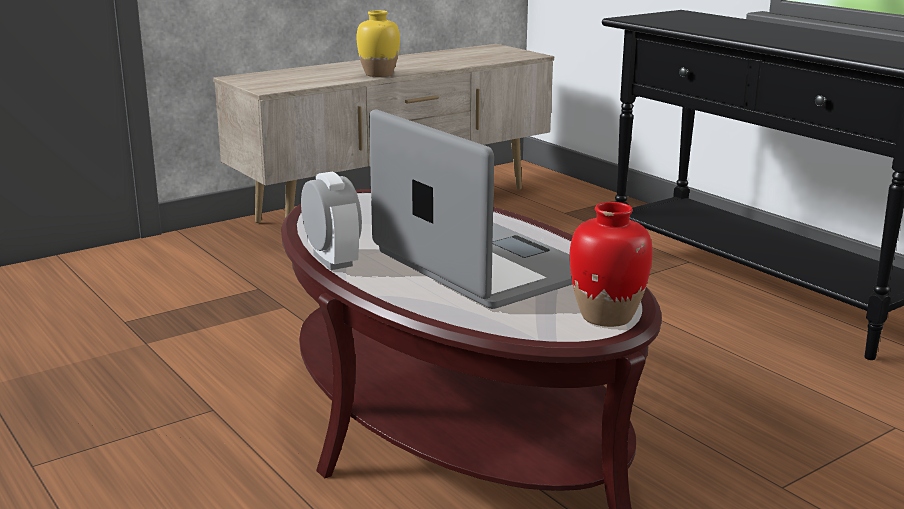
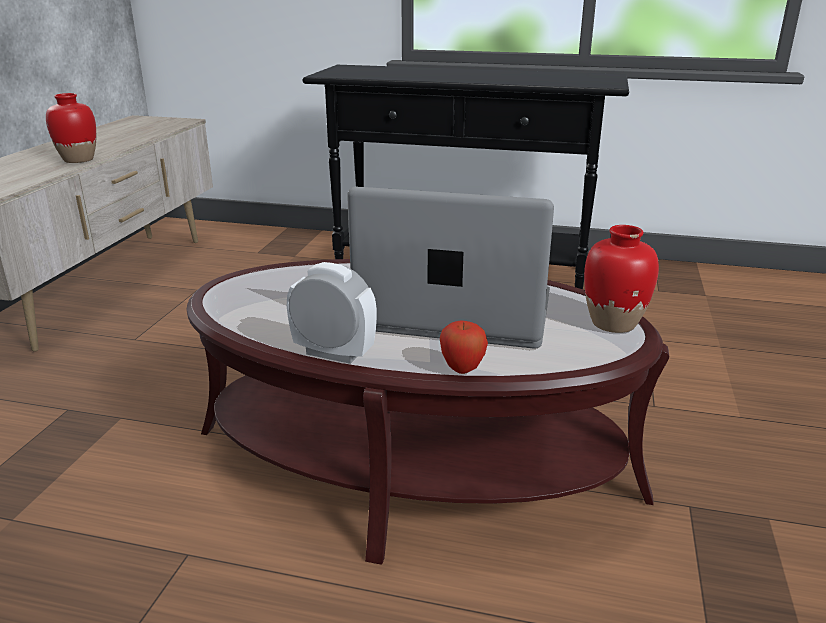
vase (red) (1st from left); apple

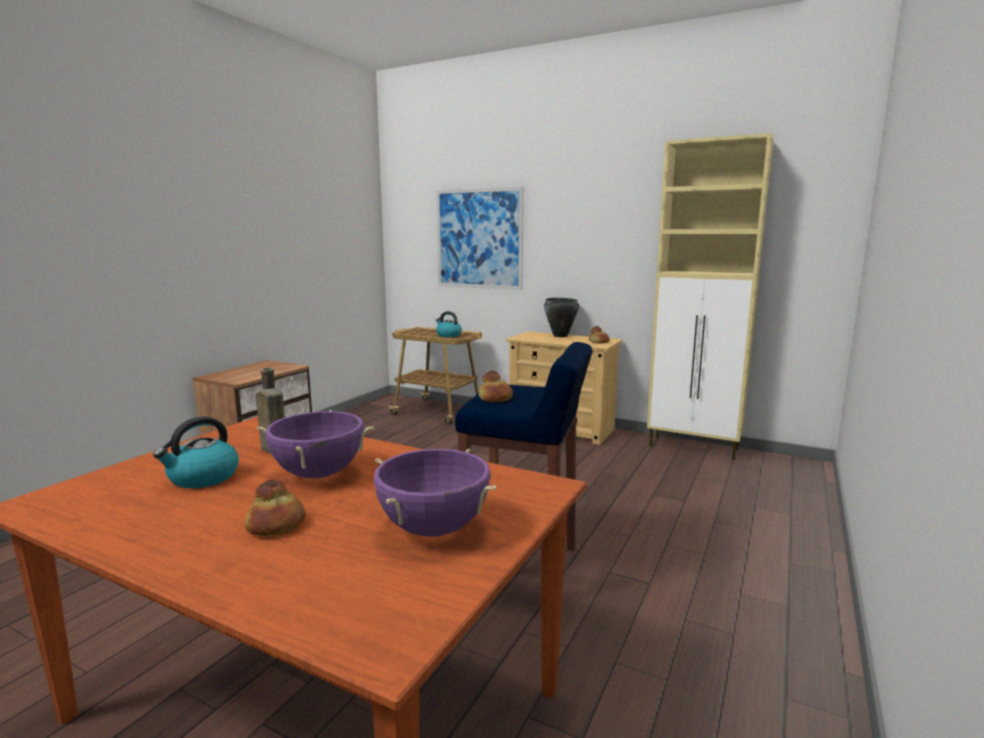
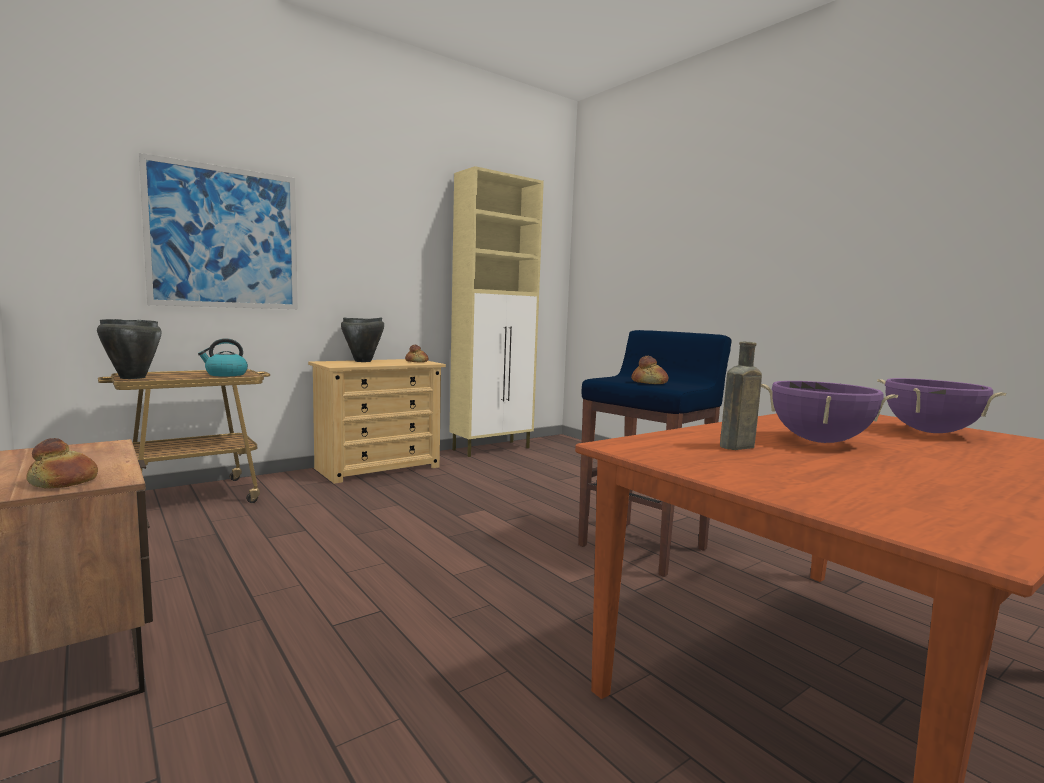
kettle (1st from left in the first image); bread (1st from left); cooking pot (black) (1st from left)

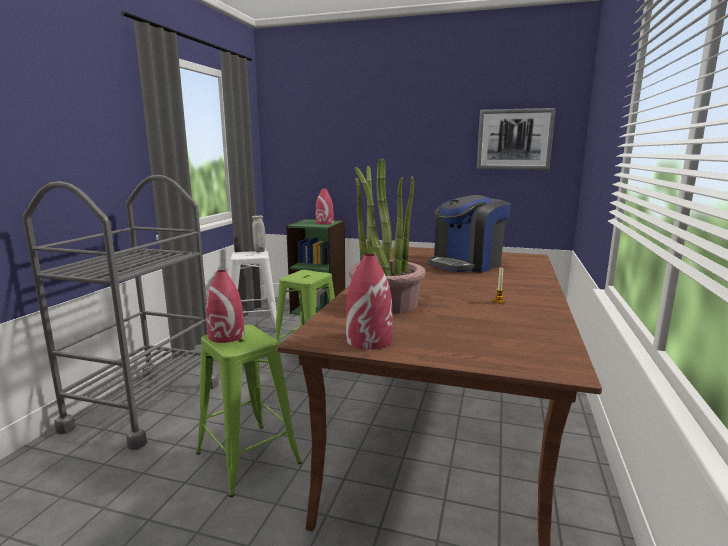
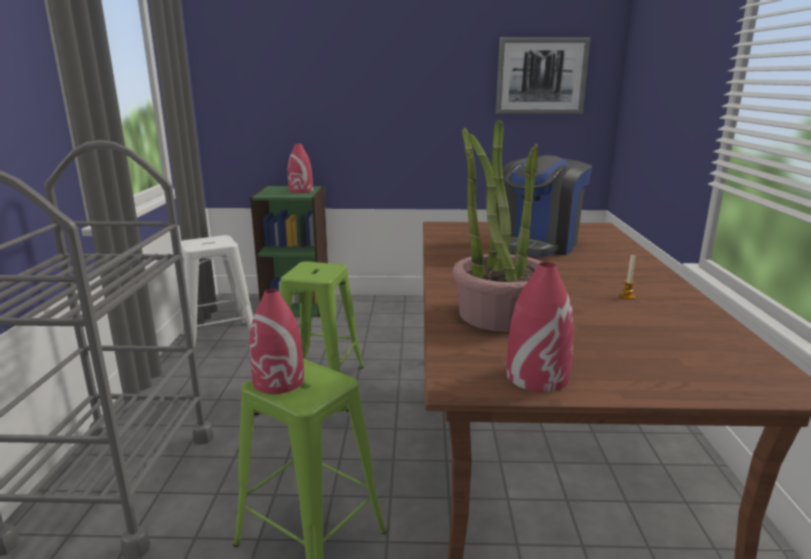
vase (beige)

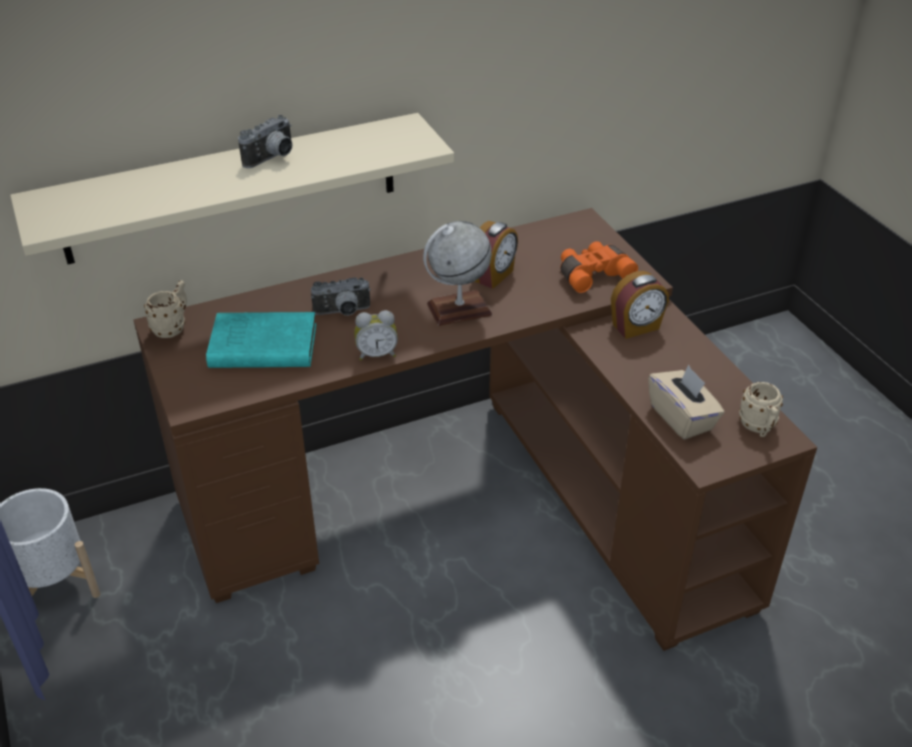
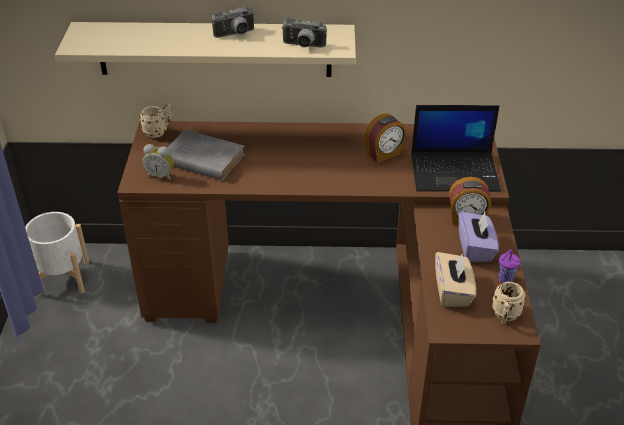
book (grey); photo camera (2nd from left); alarm clock (1st from left); globe; laptop; tissue box (purple); cup (purple)

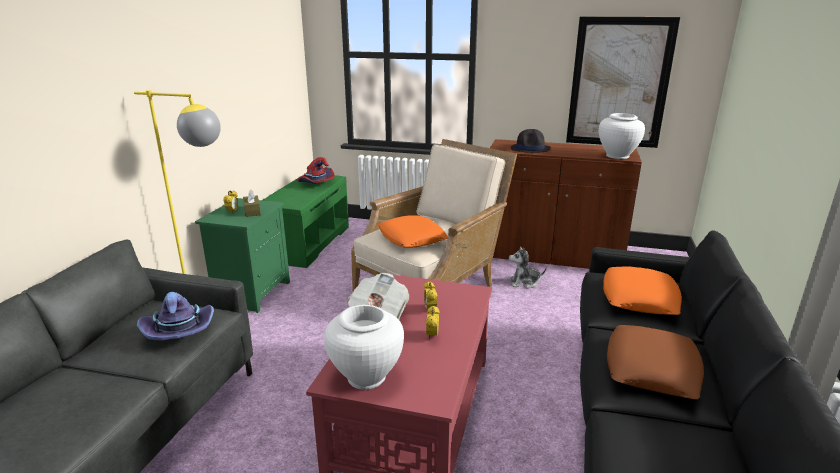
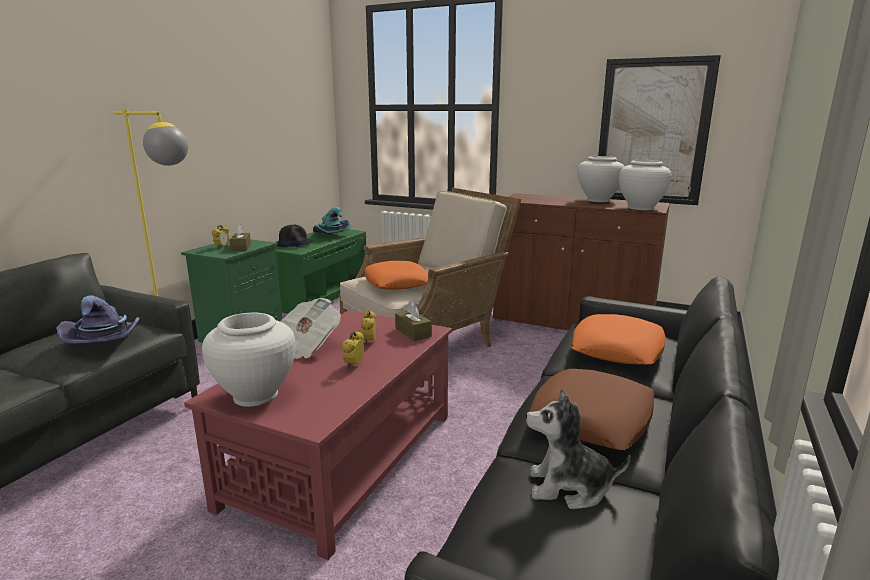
hat (turquoise); plush toy; hat (black); tissue box (brown) (2nd from left); vase (white) (2nd from left)

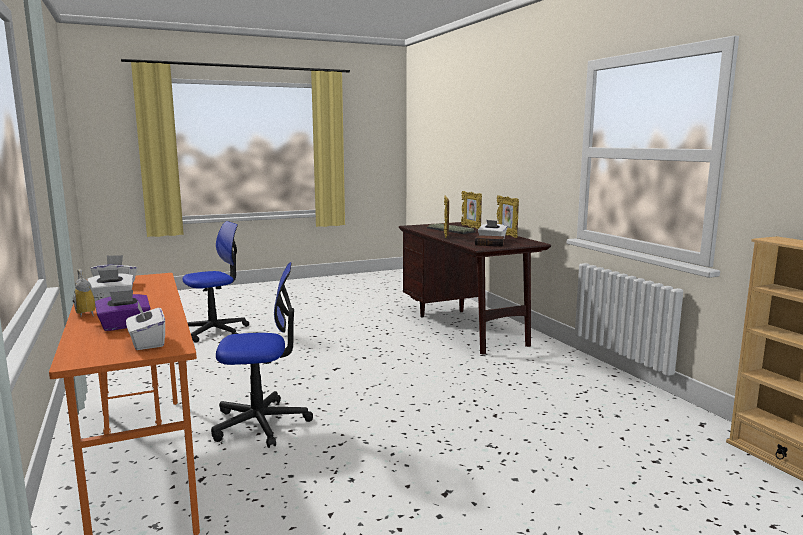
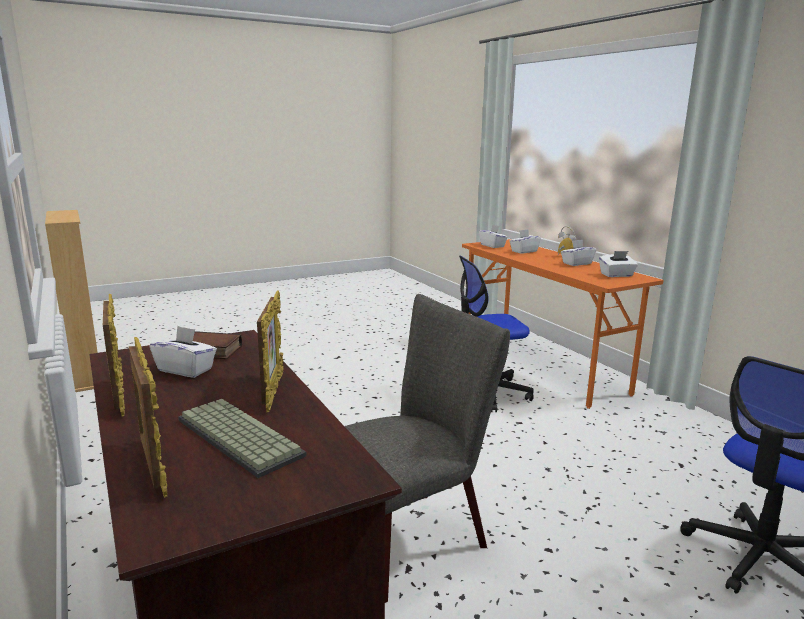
tissue box (white) (3rd from left); chair (grey)

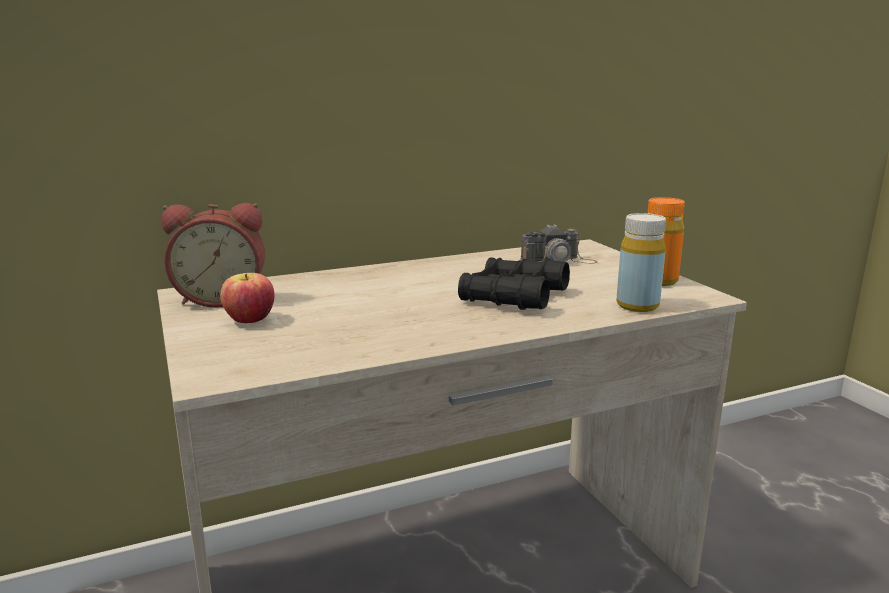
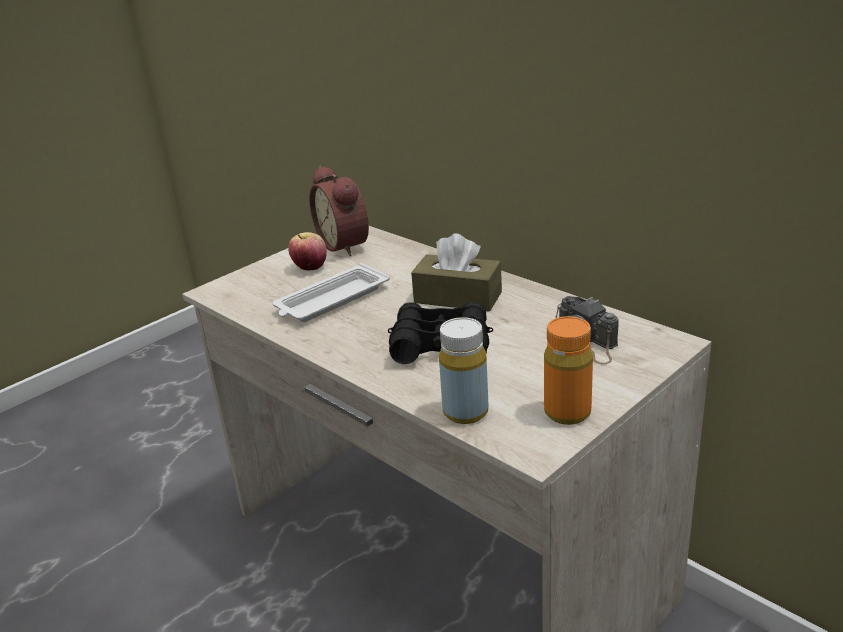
tray (white); tissue box (brown)

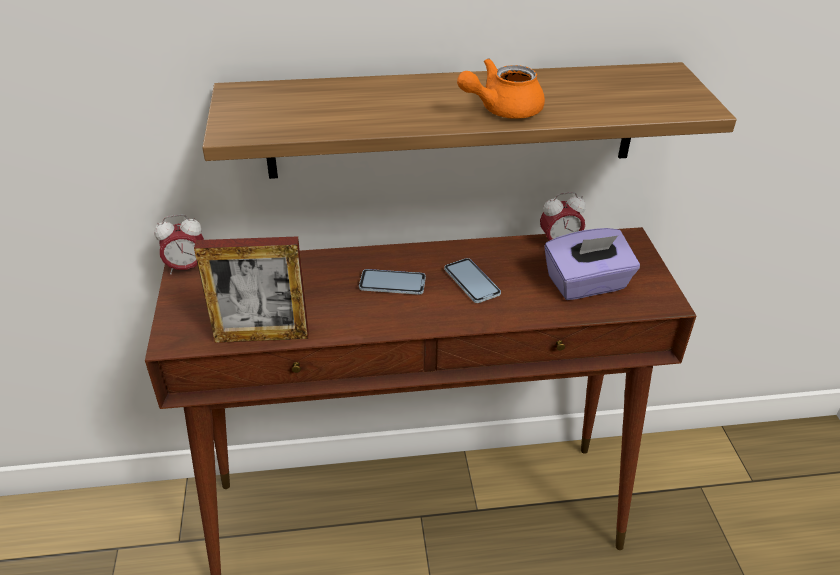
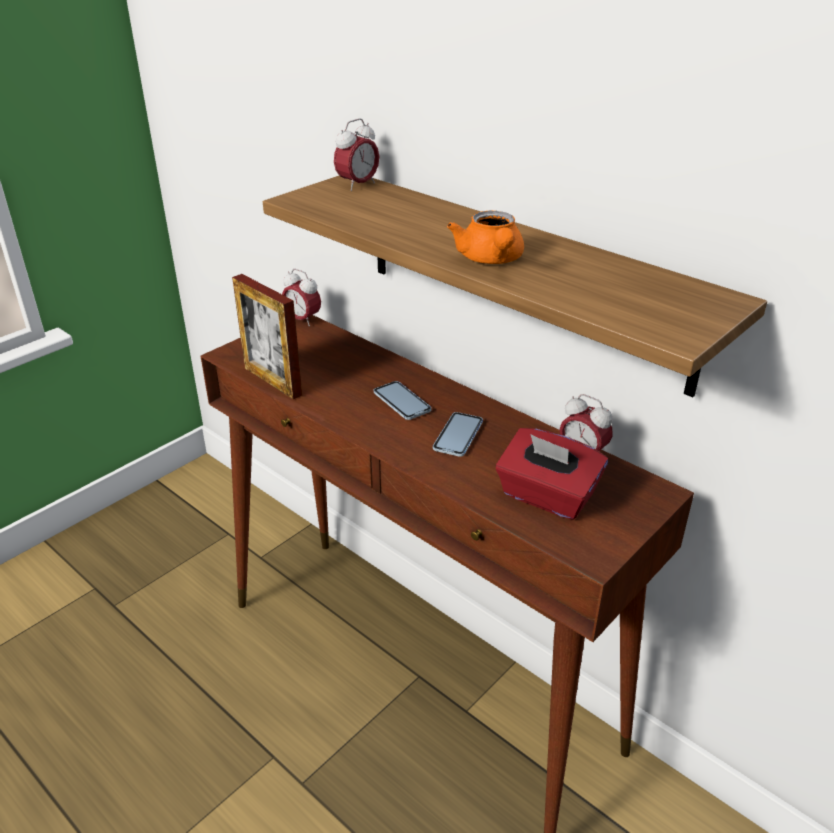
teapot (orange); tissue box (red); alarm clock (2nd from left)

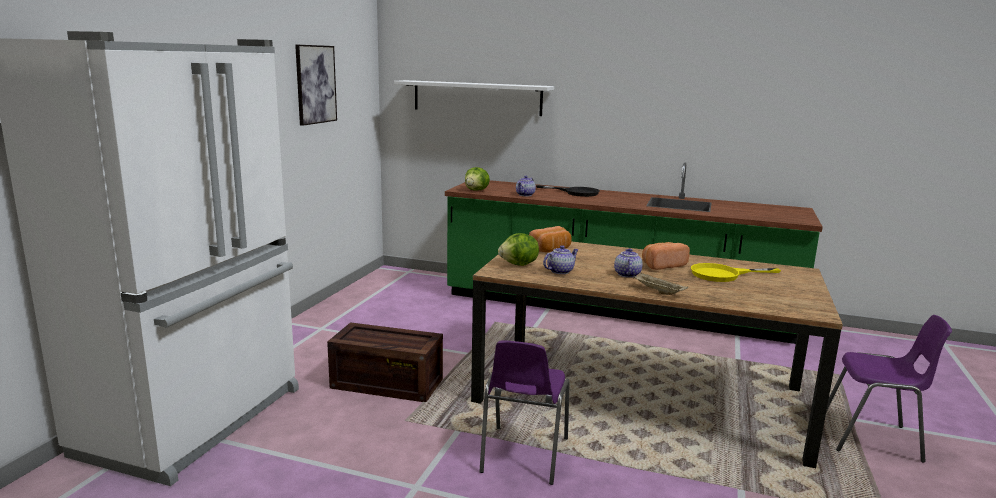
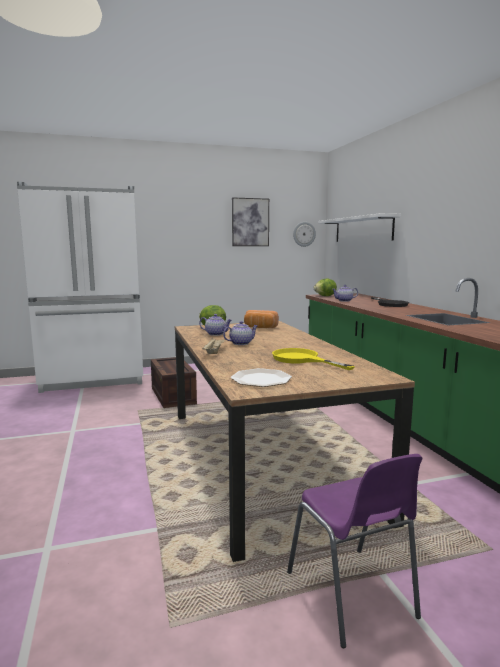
chair (purple) (1st from left in the first image); bread (2nd from left in the first image); plate; wall clock

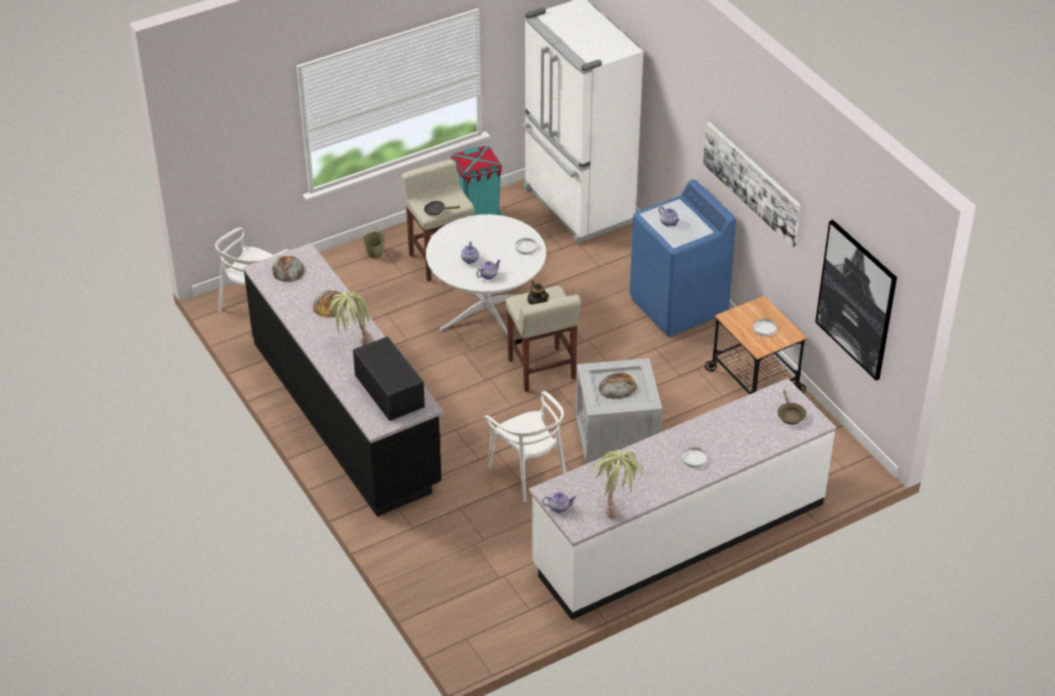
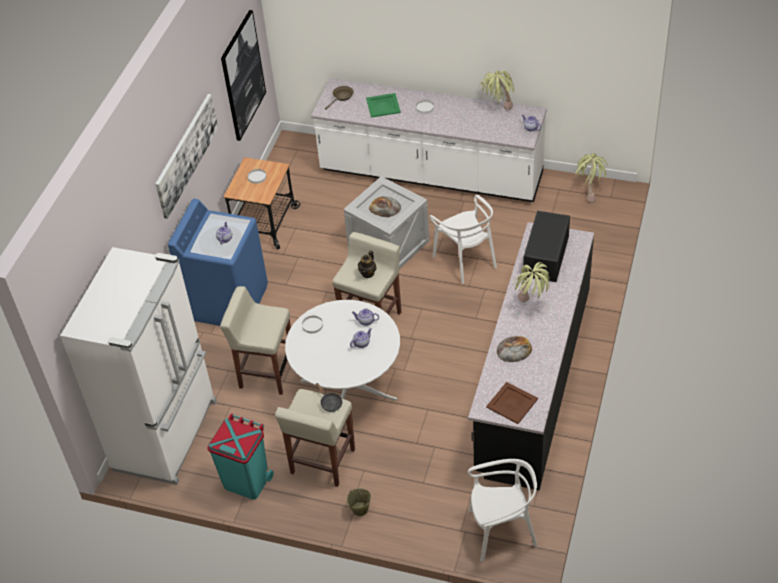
tray (brown); chair (white) (1st from left); stool (beige) (1st from left); tray (green); potted plant (3rd from left)

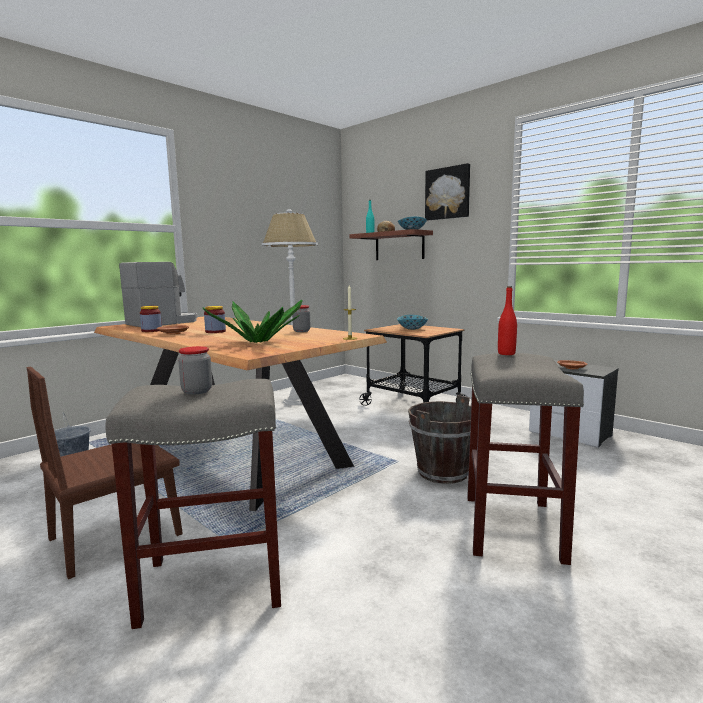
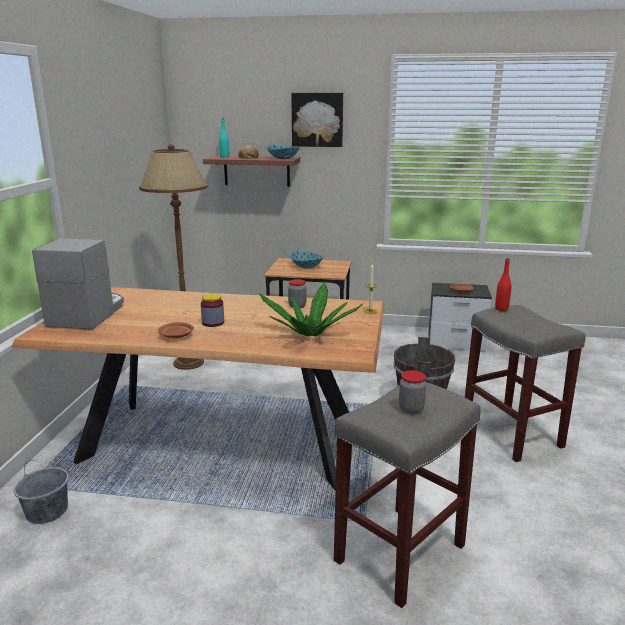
chair (brown); jar (1st from left in the first image); floor lamp (brown)

